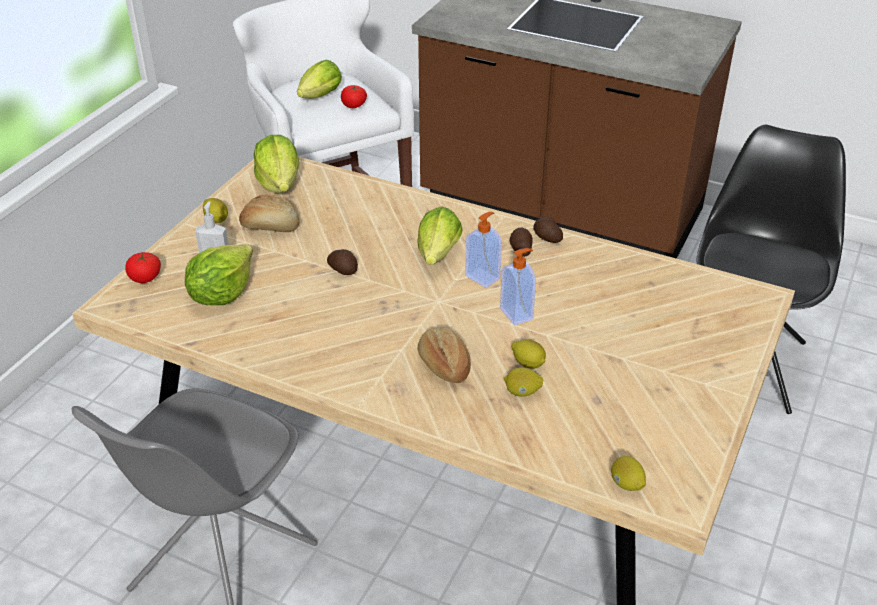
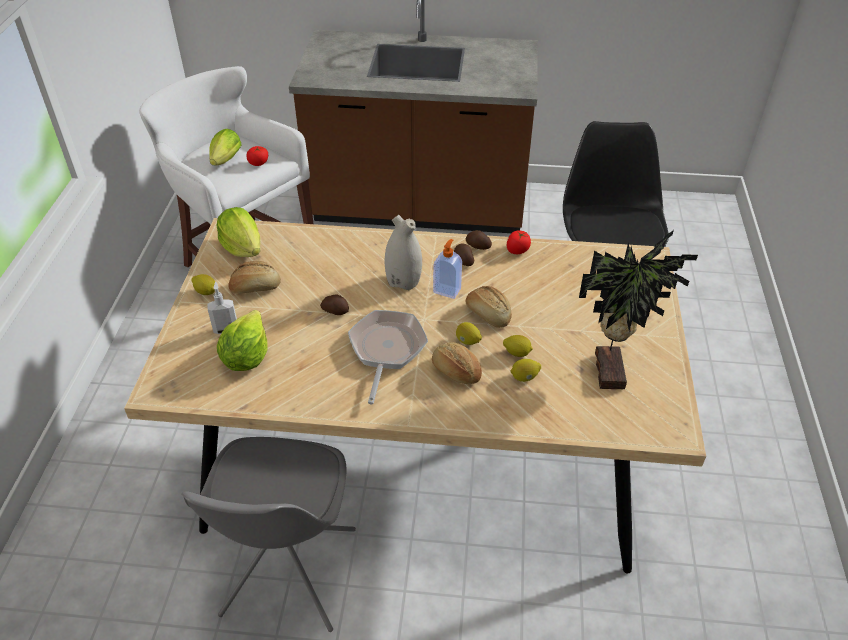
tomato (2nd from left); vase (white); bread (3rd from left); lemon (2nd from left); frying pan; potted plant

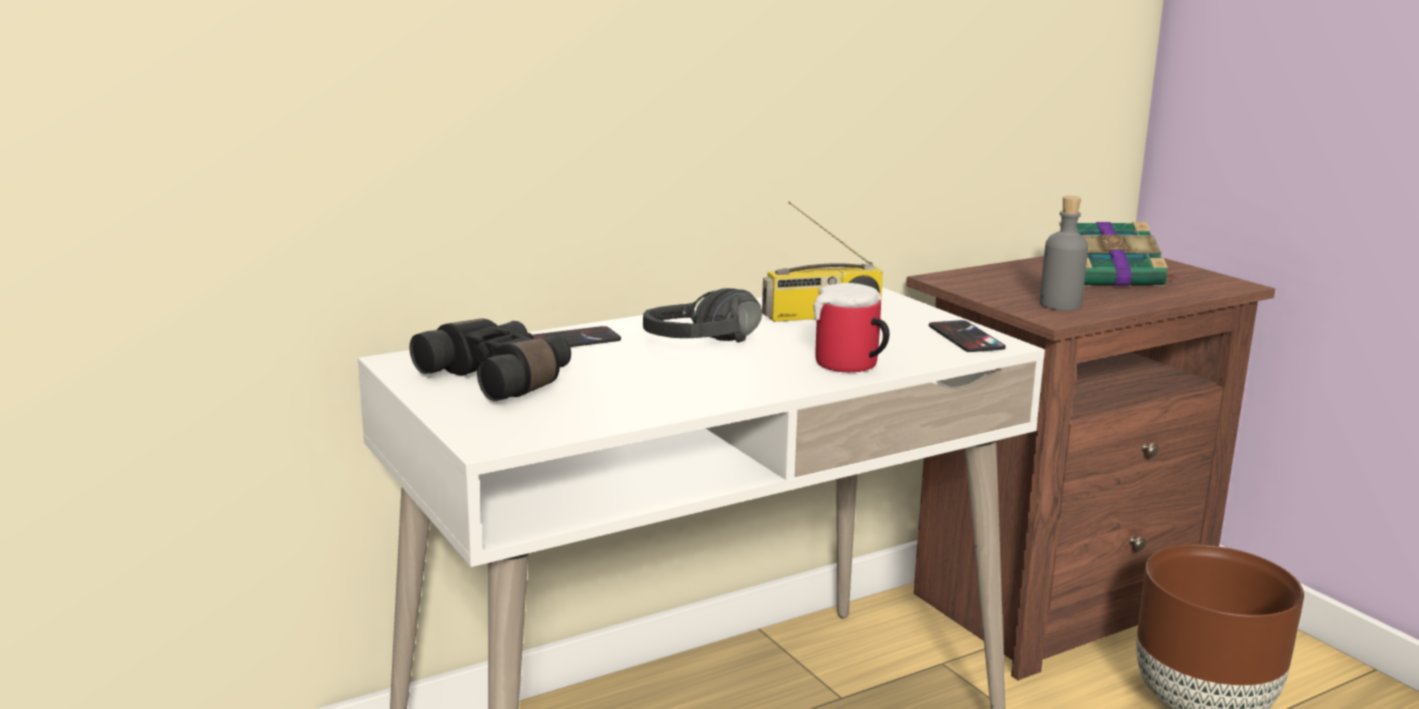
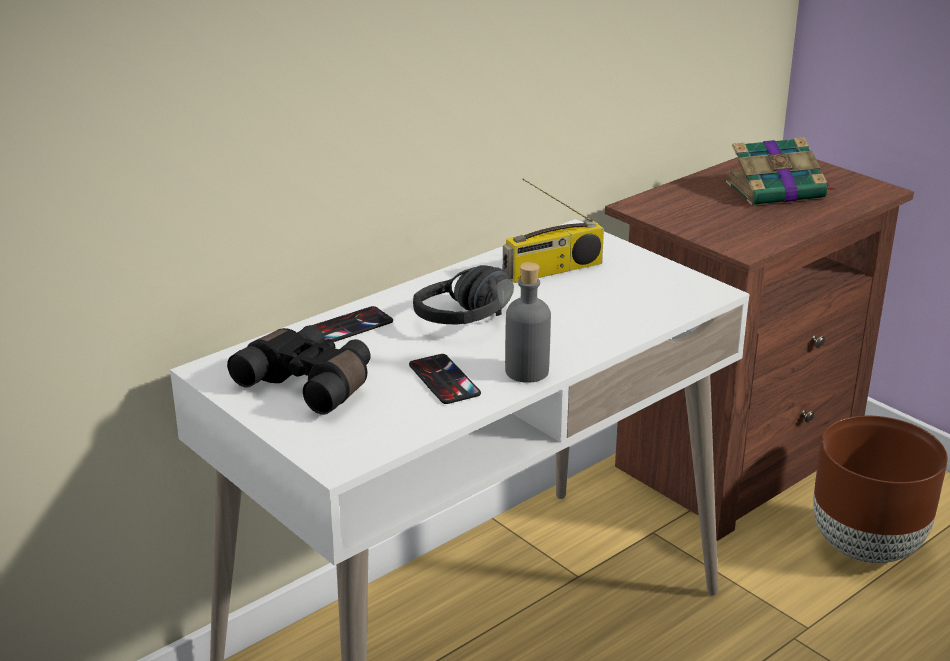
mug; phone (2nd from left); bottle (grey)

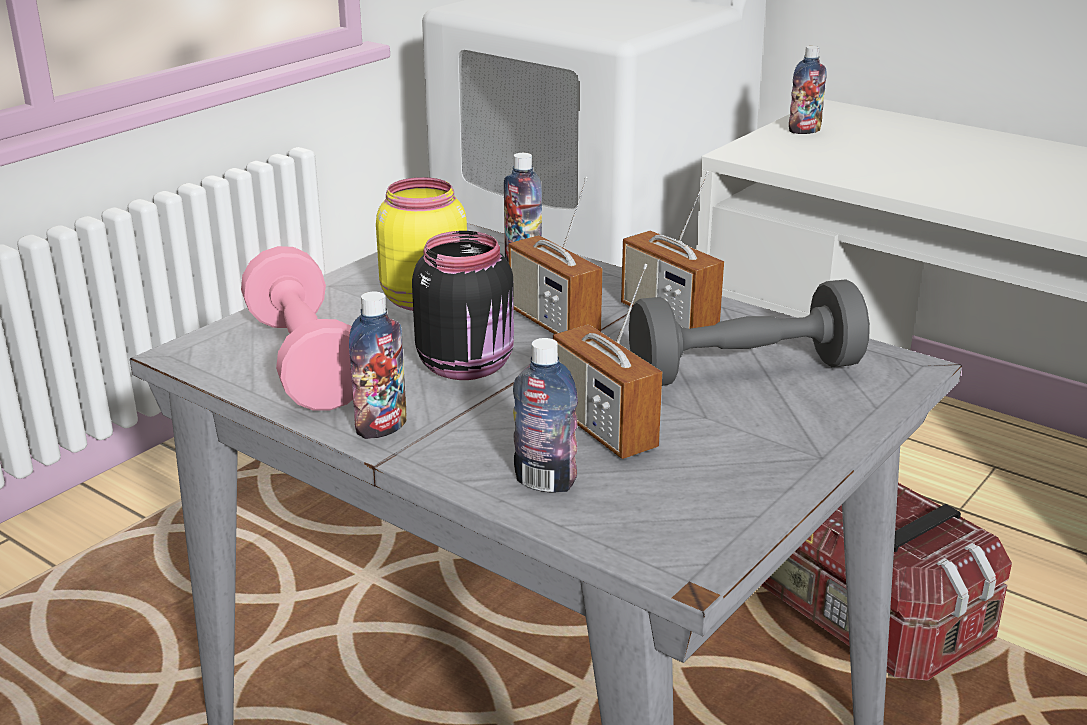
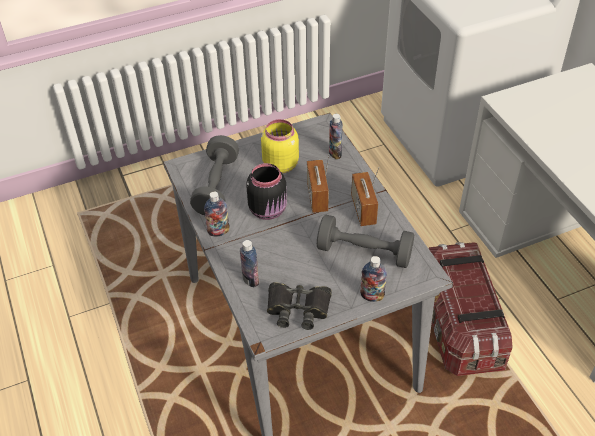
dumbbell (grey) (1st from left); radio (2nd from left in the first image); bottle (4th from left); binoculars (black)

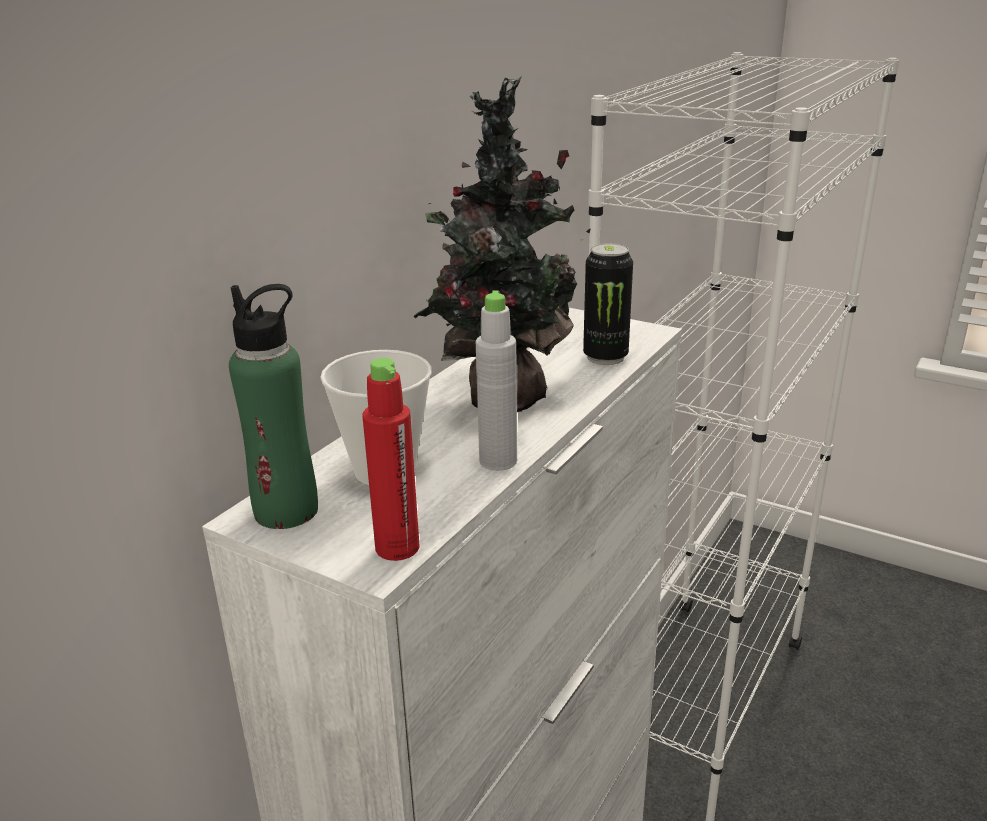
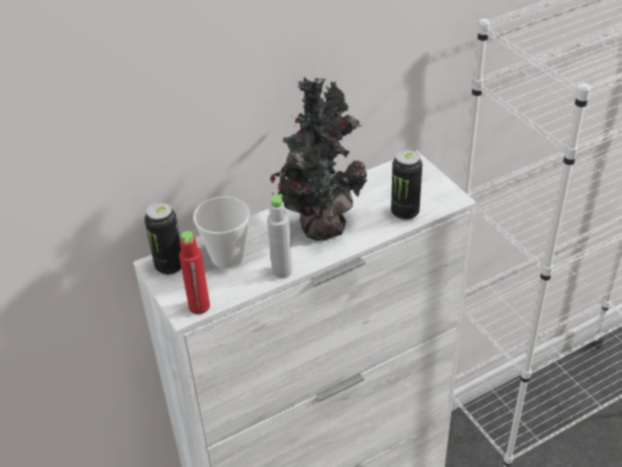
can (1st from left)

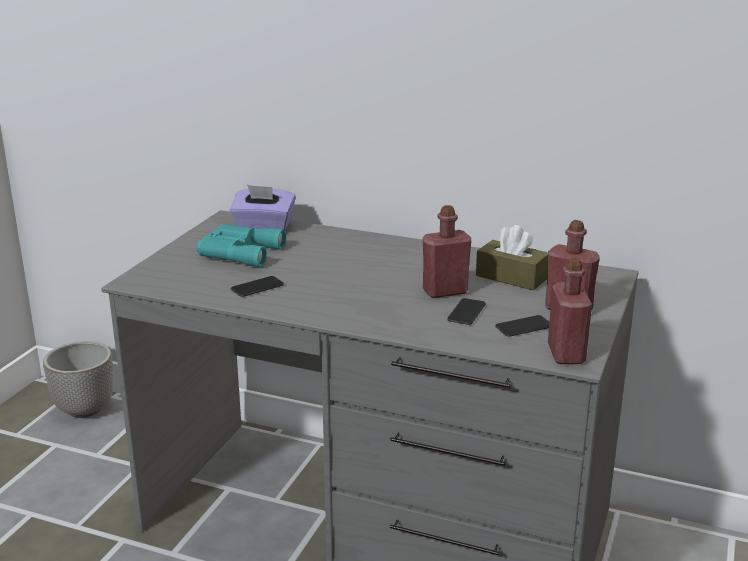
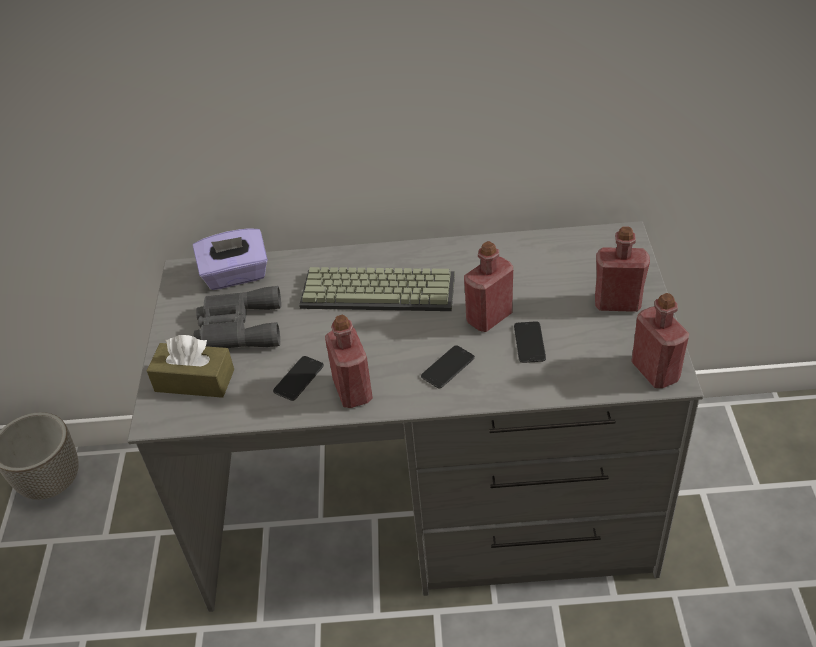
binoculars (grey); tissue box (brown); phone (2nd from left); keyboard; bottle (red) (1st from left)

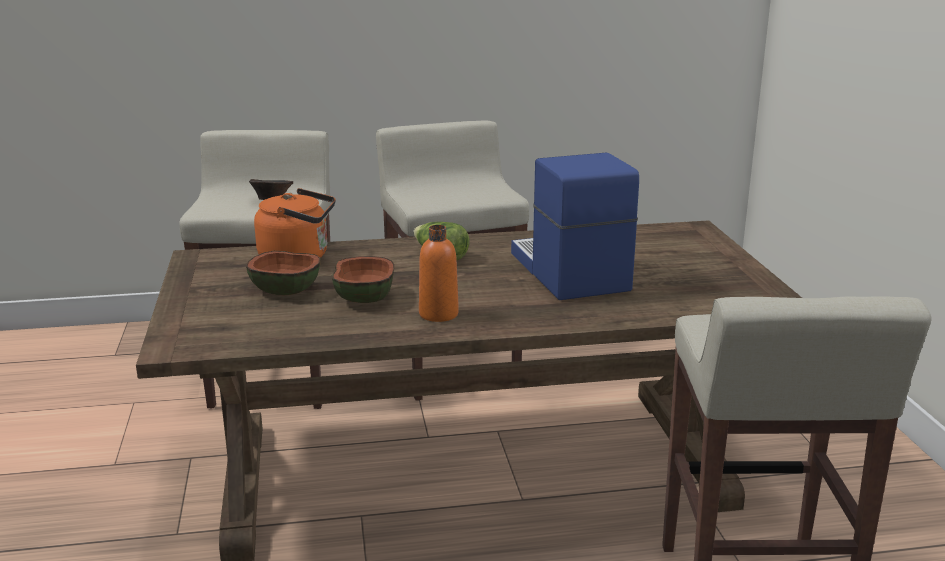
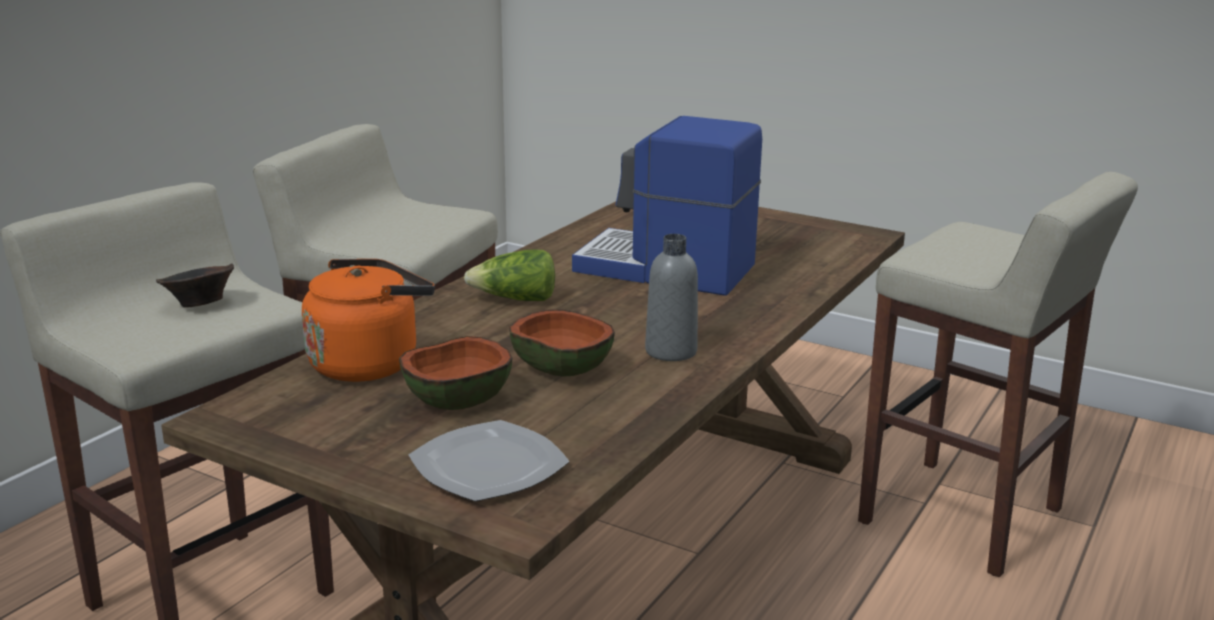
bottle (grey); plate

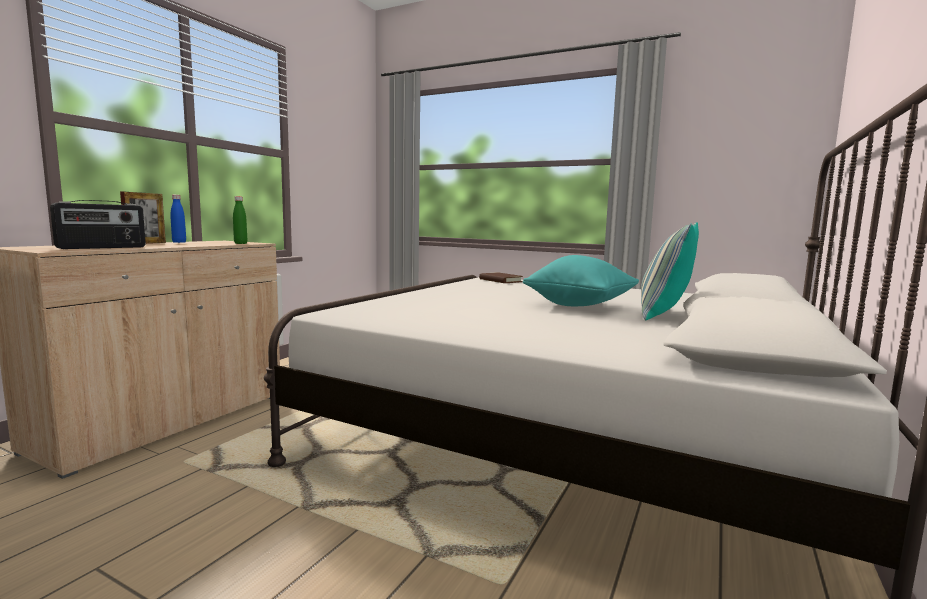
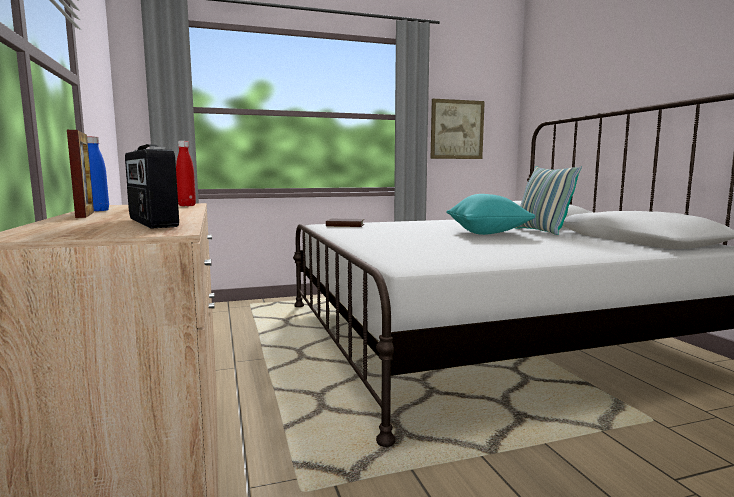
radio; bottle (red); picture

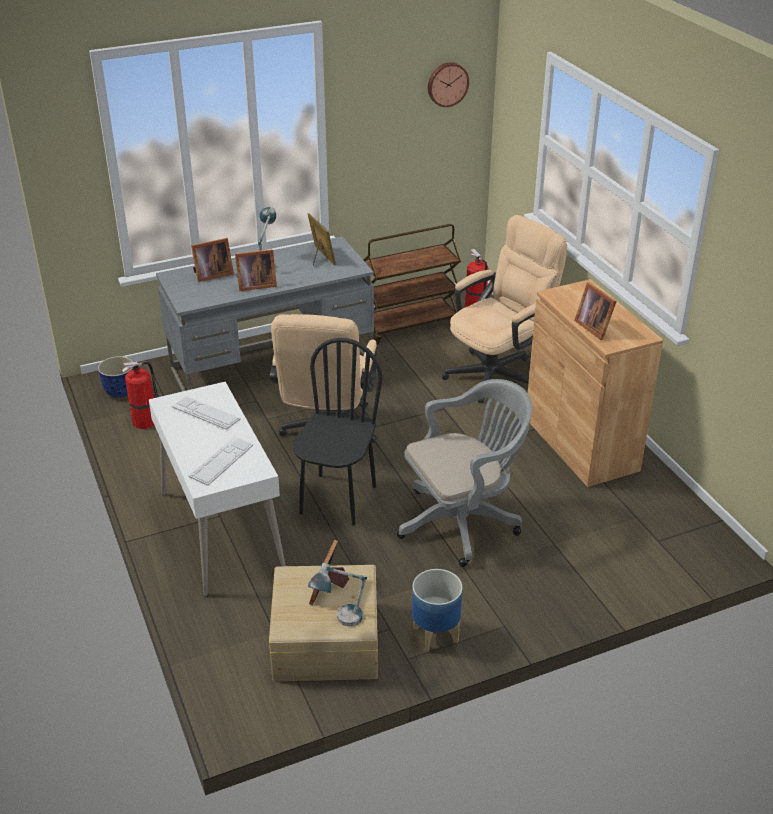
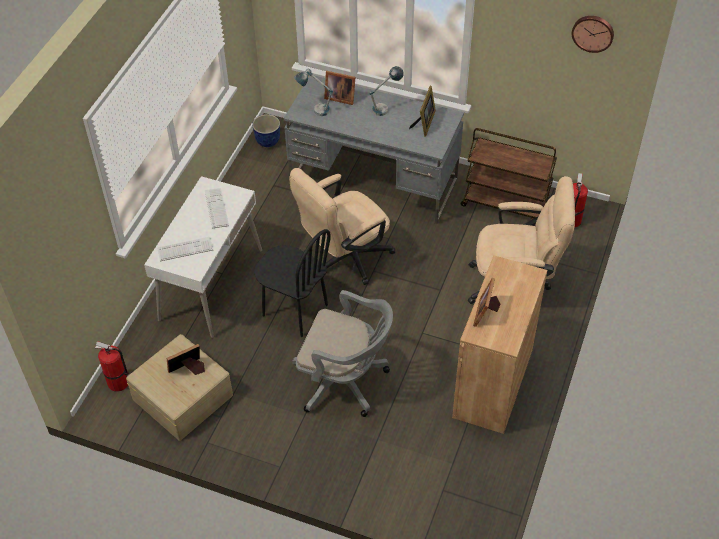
fire extinguisher (1st from left); picture frame (2nd from left in the first image); chair (black); table lamp (1st from left); planter (2nd from left in the first image)

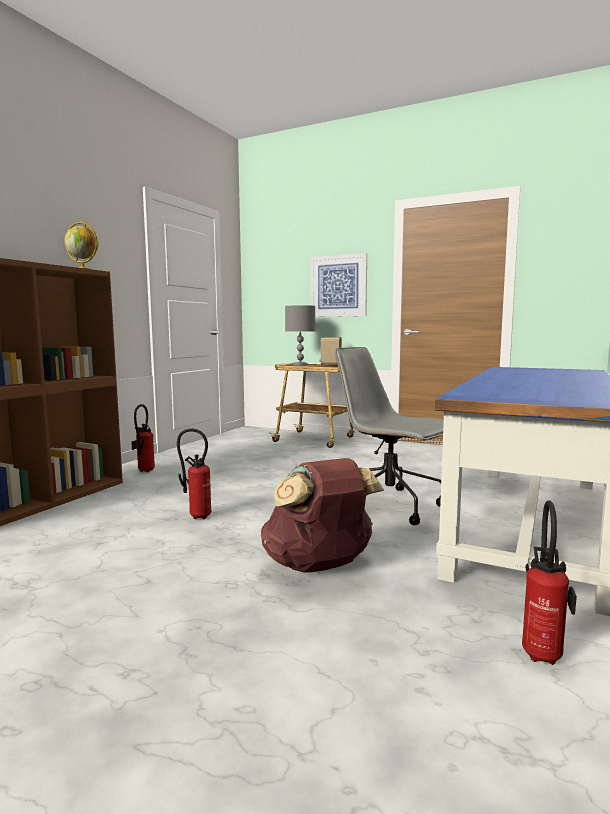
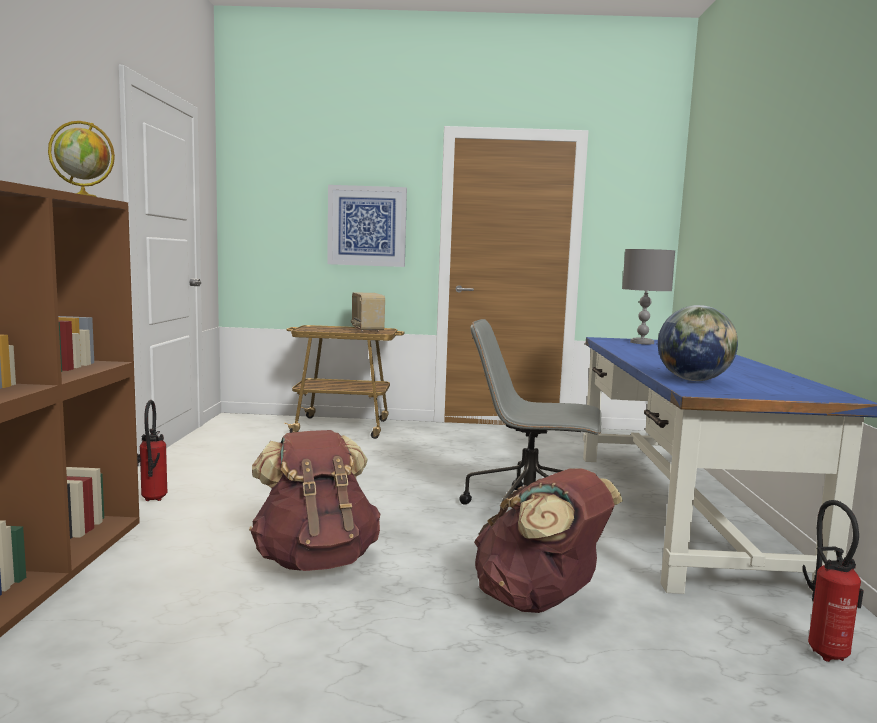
backpack (brown) (1st from left); table lamp (grey); globe (2nd from left)

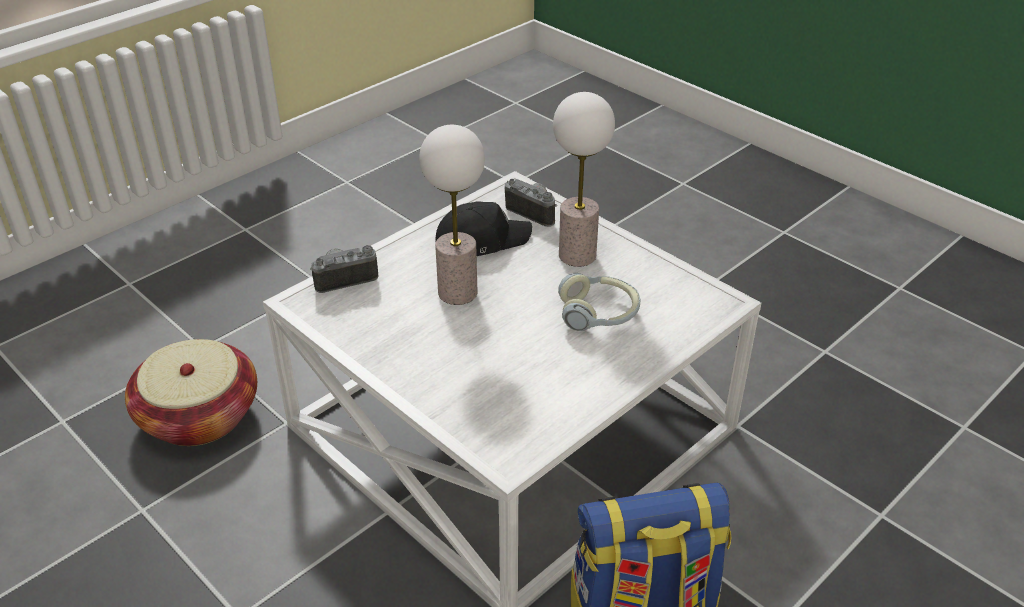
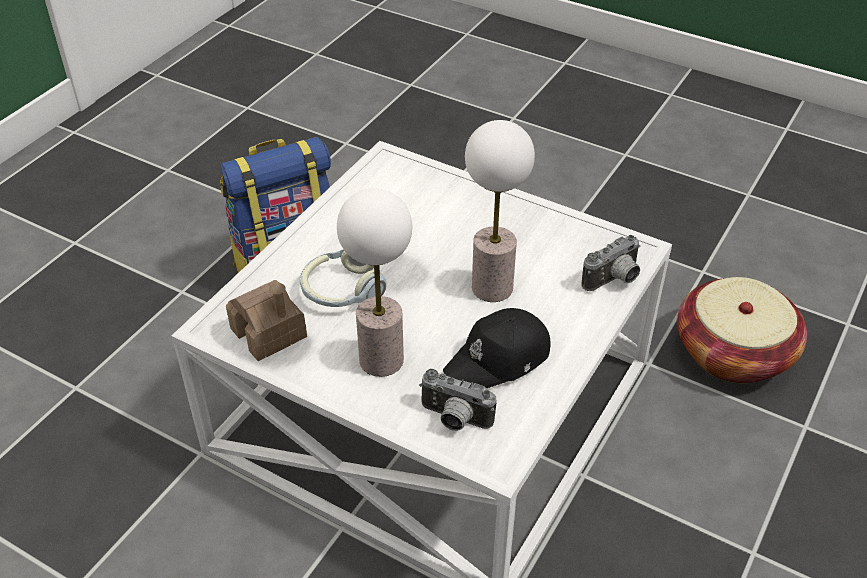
toy house

